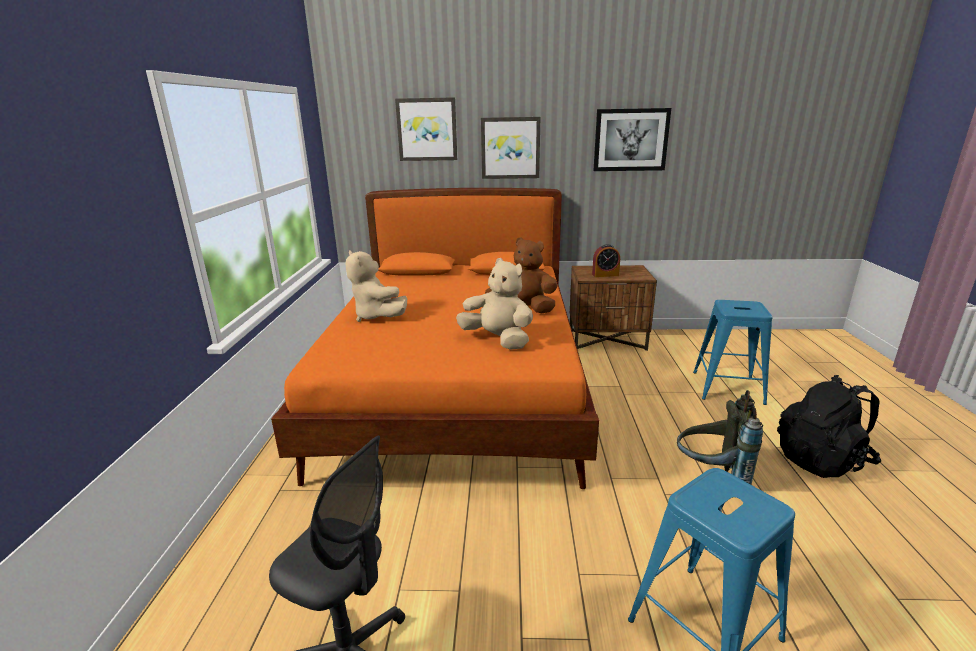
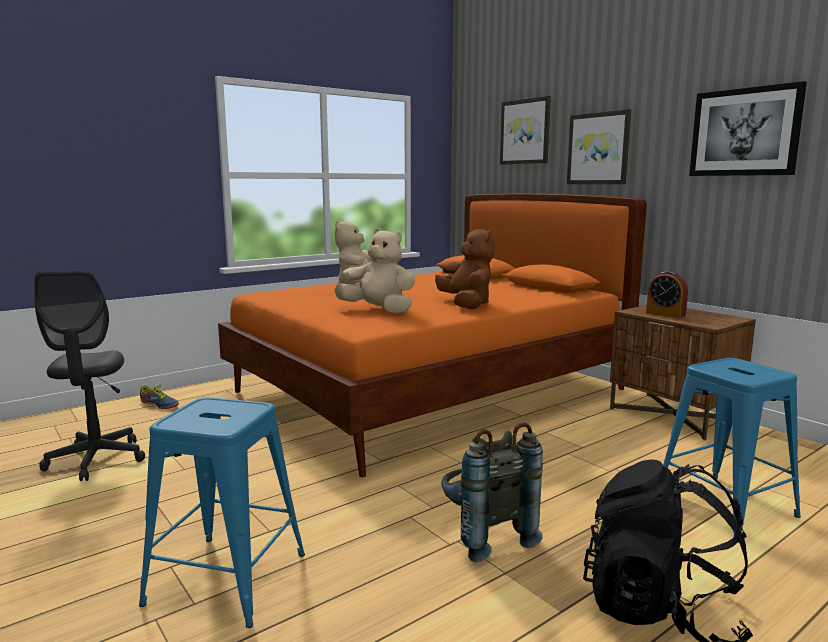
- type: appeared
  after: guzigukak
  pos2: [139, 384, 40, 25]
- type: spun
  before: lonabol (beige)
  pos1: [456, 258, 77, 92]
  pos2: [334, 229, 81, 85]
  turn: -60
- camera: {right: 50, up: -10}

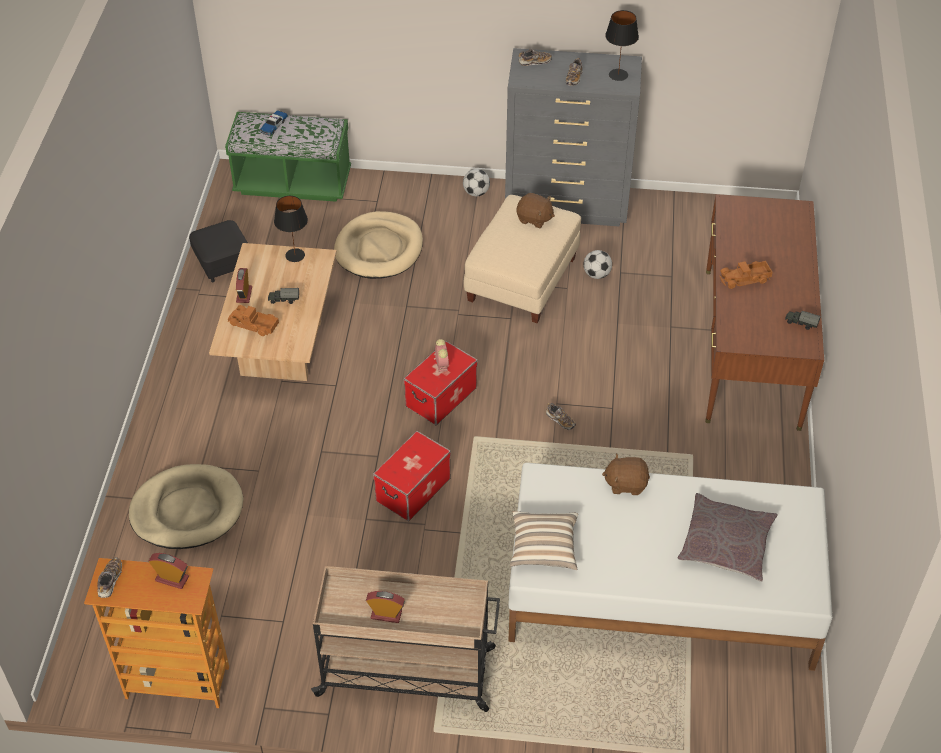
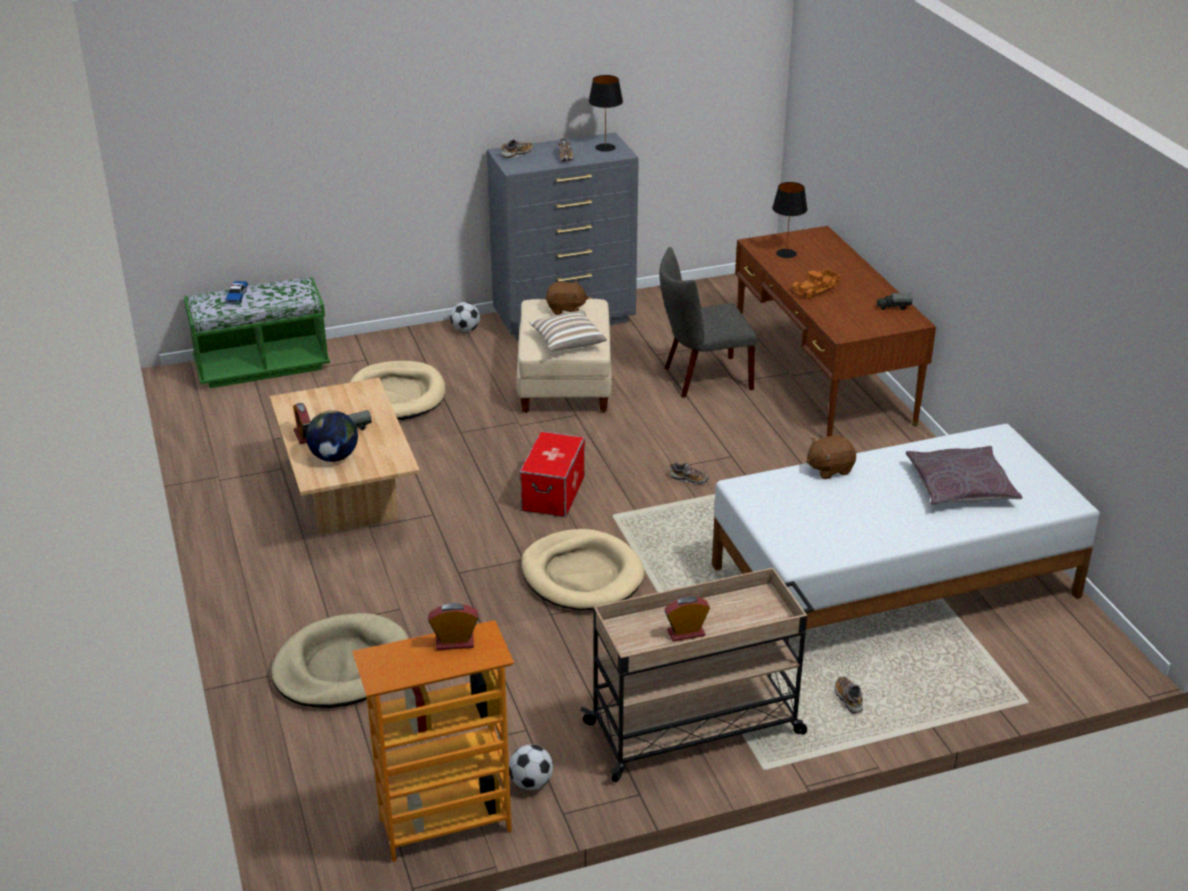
- type: exchanged
  before: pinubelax
  after: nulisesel
  pos1: [228, 305, 51, 31]
  pos2: [306, 410, 52, 52]
- type: relocated
  before: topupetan
  pos1: [583, 250, 29, 29]
  pos2: [509, 745, 44, 45]
- type: exchanged
  before: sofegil
  after: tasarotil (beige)
  pos1: [373, 431, 78, 90]
  pos2: [521, 529, 123, 81]
- type: relocated
  before: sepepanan
  pos1: [510, 511, 68, 59]
  pos2: [530, 311, 77, 40]
- type: appeared
  after: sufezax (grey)
  pos2: [659, 247, 98, 151]
- type: relocated
  before: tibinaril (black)
  pos1: [274, 196, 34, 66]
  pos2: [772, 182, 36, 76]
- type: relocated
  before: guzigukak
  pos1: [97, 557, 25, 41]
  pos2: [835, 676, 28, 38]
- type: missing
  before: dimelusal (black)
  pos1: [189, 220, 59, 62]
- type: missing
  before: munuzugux
  pos1: [434, 339, 15, 33]
- camera: {right: -25, up: -15}

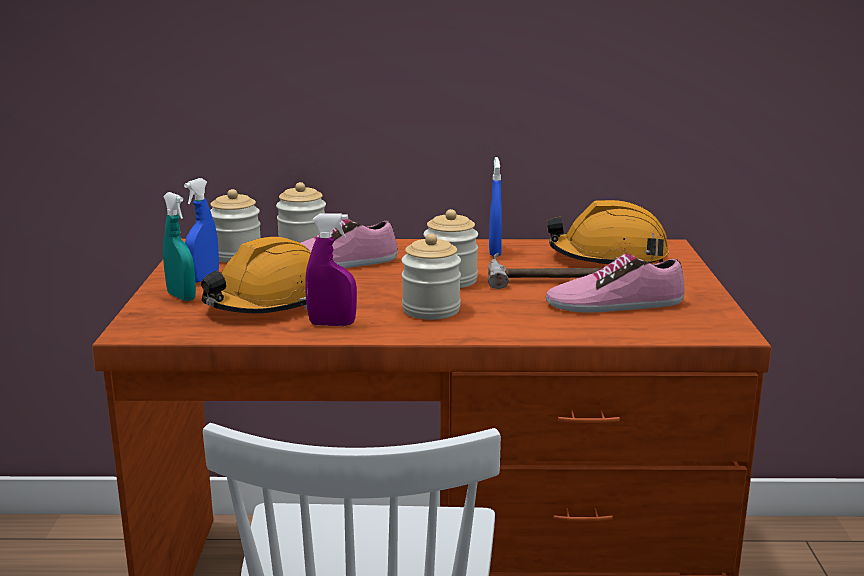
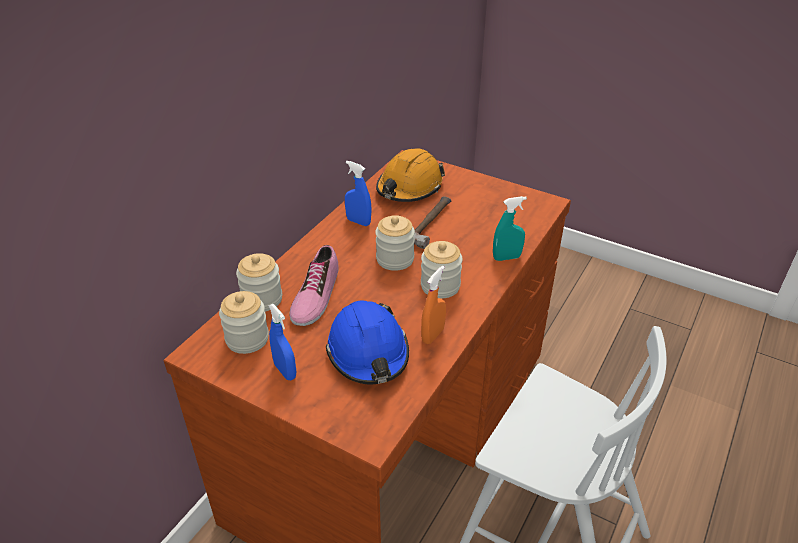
- type: colour
  before: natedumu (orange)
  after: natedumu (blue)
  pos1: [201, 237, 110, 76]
  pos2: [326, 300, 83, 84]
- type: colour
  before: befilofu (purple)
  after: befilofu (orange)
  pos1: [305, 213, 52, 113]
  pos2: [421, 266, 25, 78]
- type: relocated
  before: befilofu (turquoise)
  pos1: [163, 192, 33, 109]
  pos2: [493, 196, 34, 65]
- type: missing
  before: guzigukak
  pos1: [546, 253, 139, 60]
- camera: {right: -60, up: 20}

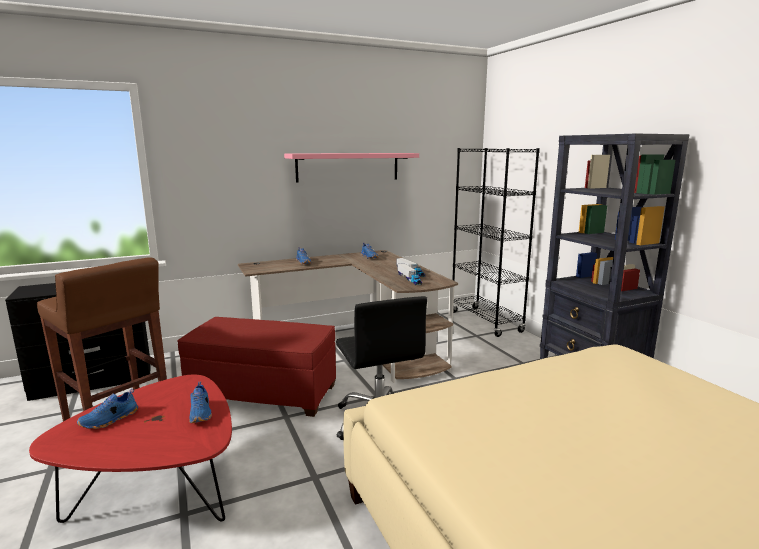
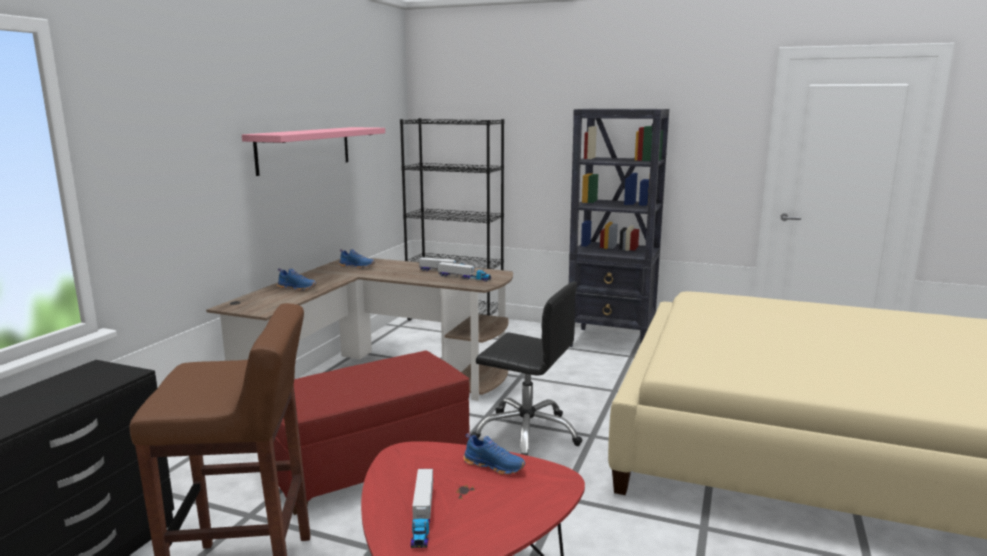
- type: exchanged
  before: guzigukak (blue)
  after: pinubelax
  pos1: [77, 389, 61, 40]
  pos2: [411, 469, 22, 79]
- camera: {right: -45, up: 0}

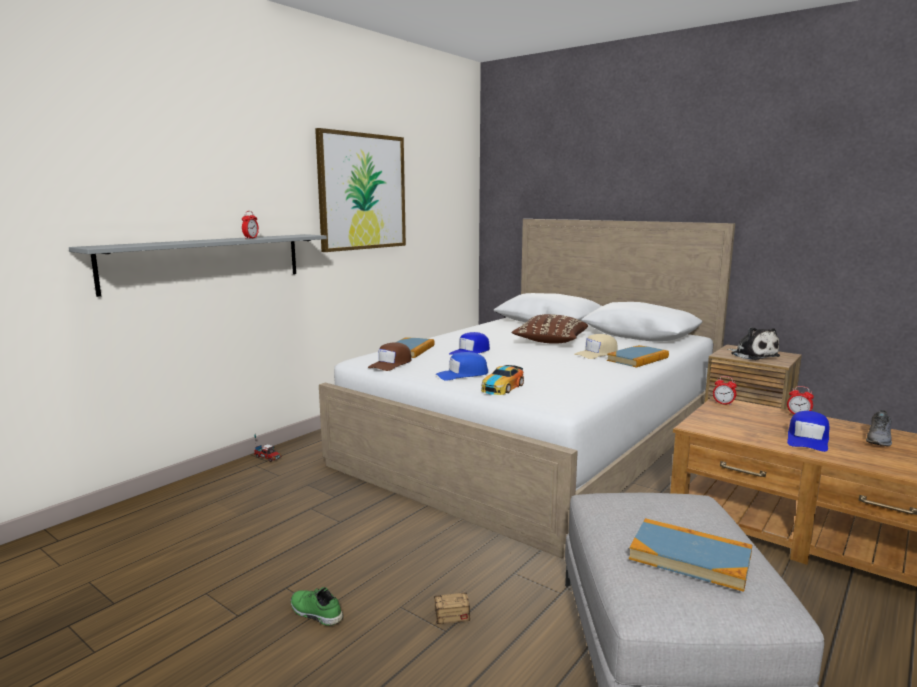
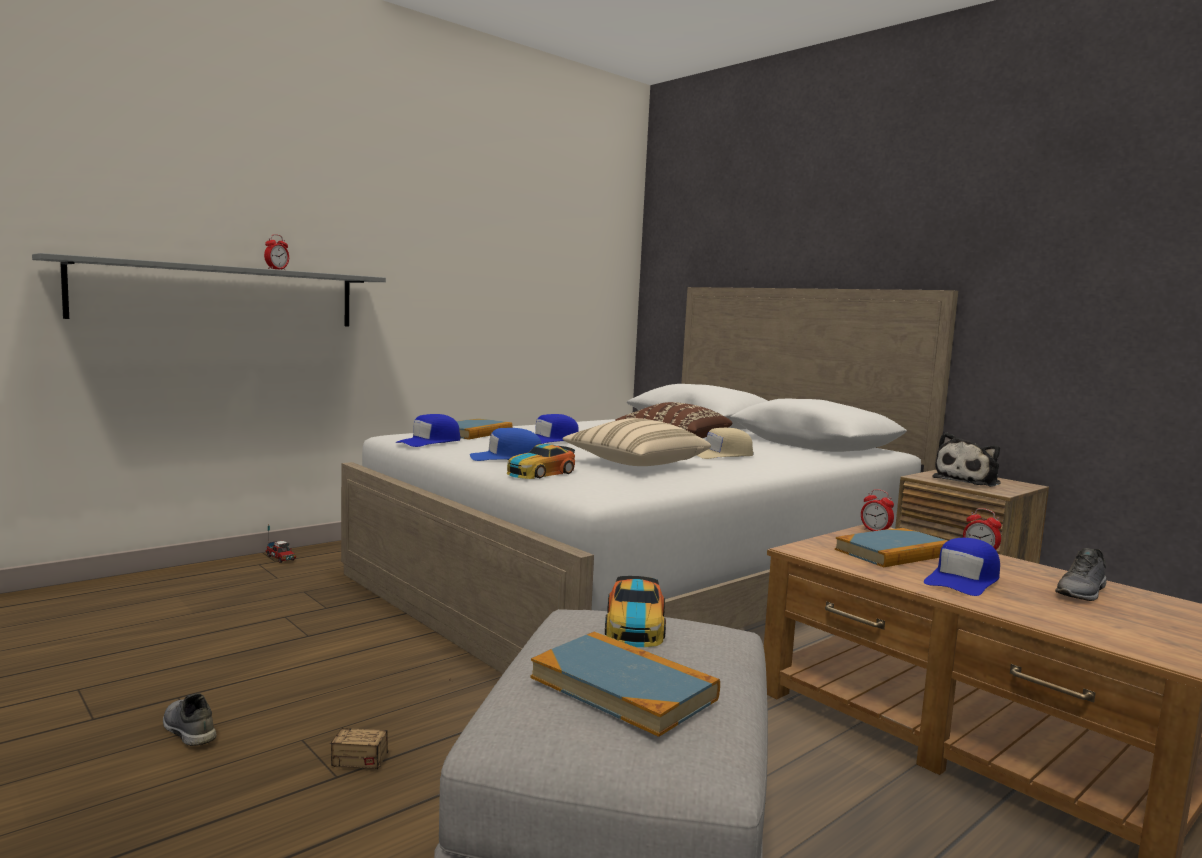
- type: colour
  before: guzigukak (green)
  after: guzigukak (grey)
  pos1: [291, 587, 52, 39]
  pos2: [163, 693, 54, 53]
- type: colour
  before: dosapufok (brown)
  after: dosapufok (blue)
  pos1: [368, 342, 43, 29]
  pos2: [395, 414, 66, 33]
- type: appeared
  after: sepepanan (beige)
  pos2: [563, 418, 148, 48]
- type: appeared
  after: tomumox
  pos2: [605, 576, 61, 71]
- type: relocated
  before: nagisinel
  pos1: [607, 345, 62, 23]
  pos2: [835, 528, 113, 39]
- type: spun
  before: lonabol
  pos1: [727, 327, 53, 33]
  pos2: [932, 432, 69, 55]
  turn: 60
- type: missing
  before: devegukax
  pos1: [315, 128, 91, 124]
- camera: {right: 10, up: -5}

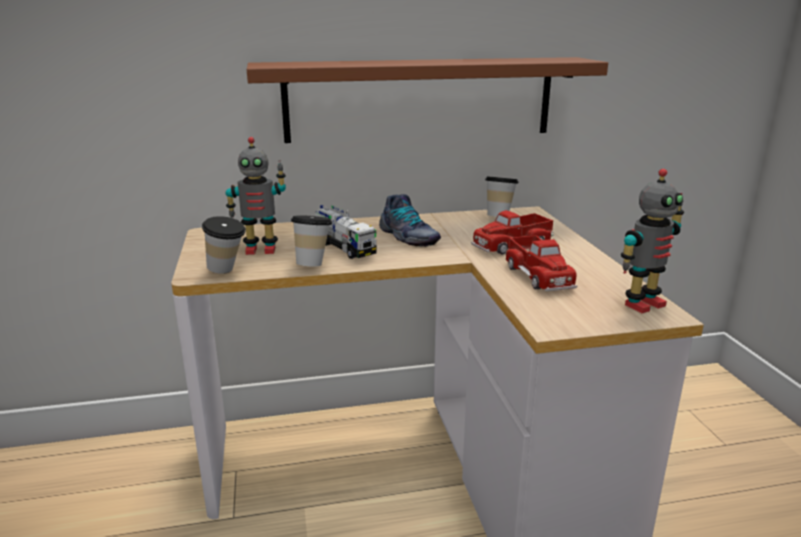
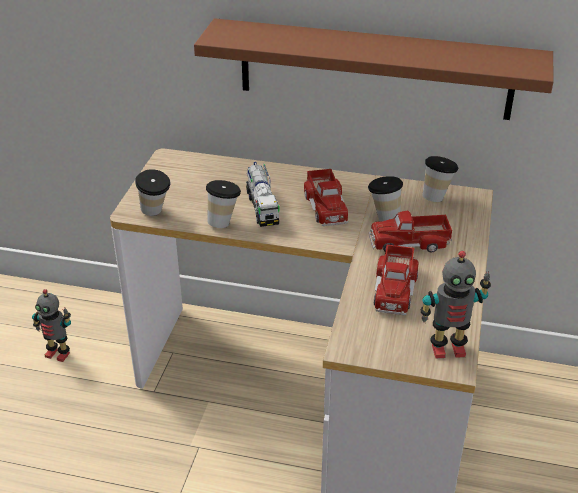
- type: relocated
  before: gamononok
  pos1: [226, 137, 60, 118]
  pos2: [32, 289, 39, 73]
- type: exchanged
  before: guzigukak
  after: pinubelax
  pos1: [379, 194, 62, 53]
  pos2: [304, 169, 44, 57]
- type: appeared
  after: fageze
  pos2: [368, 176, 35, 45]
- camera: {right: 25, up: 15}

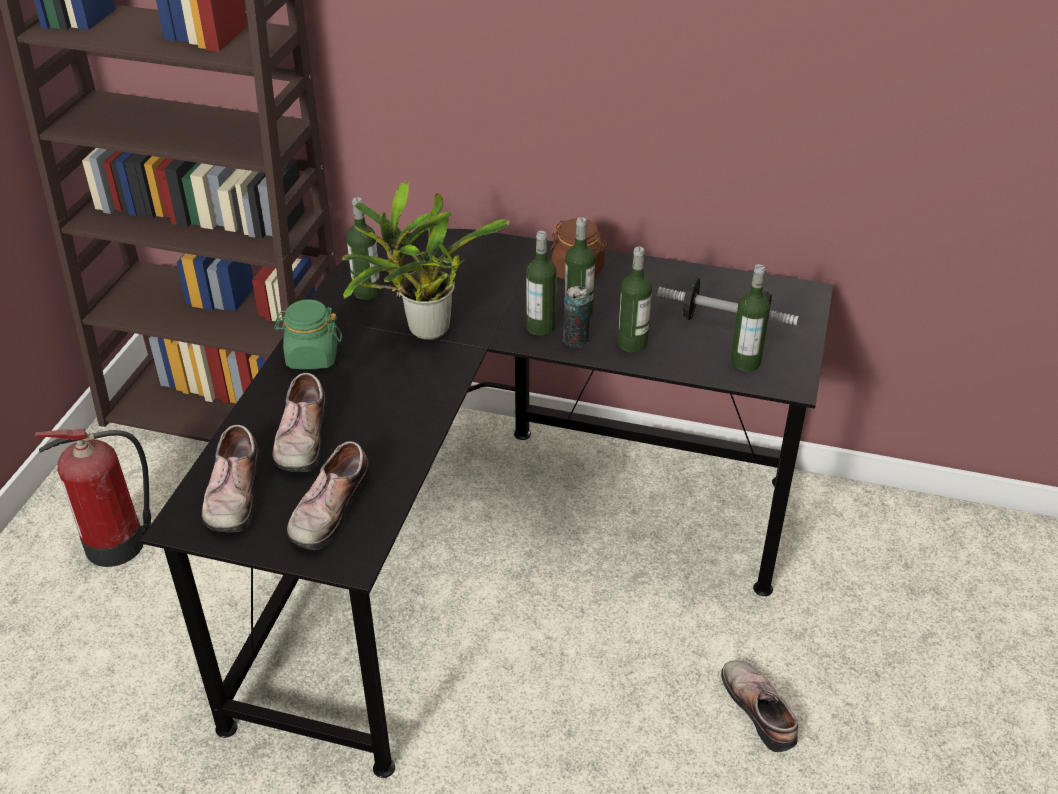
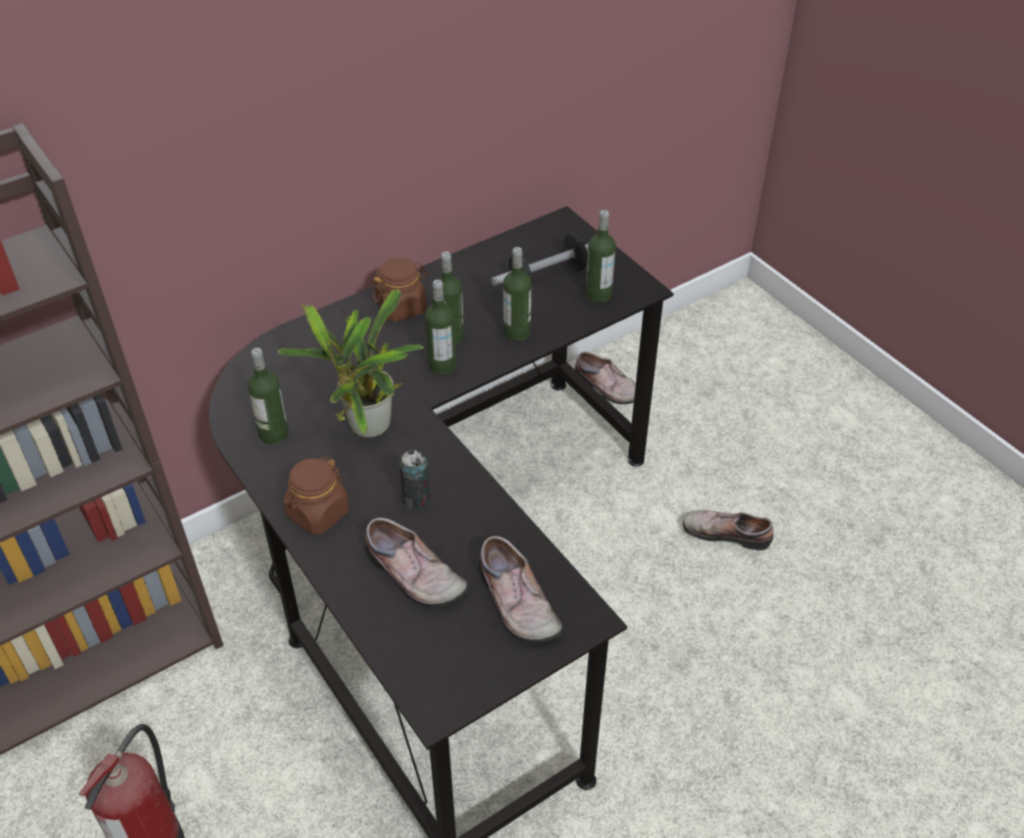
- type: colour
  before: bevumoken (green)
  after: bevumoken (brown)
  pos1: [274, 299, 68, 70]
  pos2: [284, 456, 65, 79]
- type: relocated
  before: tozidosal
  pos1: [563, 286, 28, 61]
  pos2: [399, 450, 31, 60]
- type: relocated
  before: guzigukak
  pos1: [201, 425, 60, 107]
  pos2: [575, 351, 61, 53]
- camera: {right: -50, up: 5}

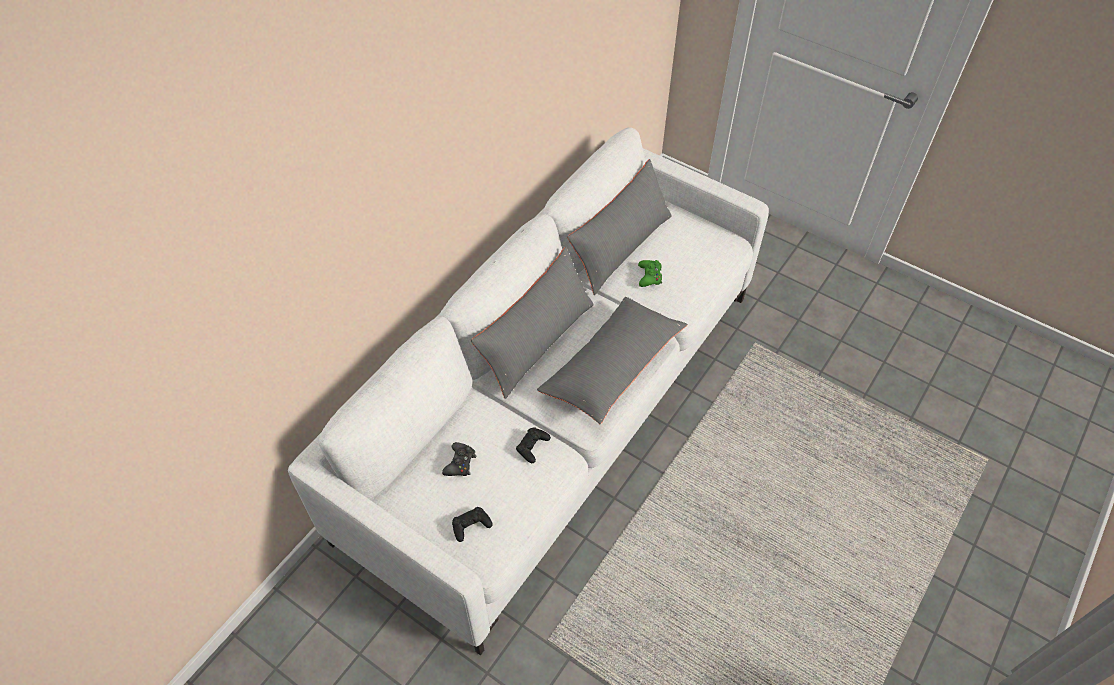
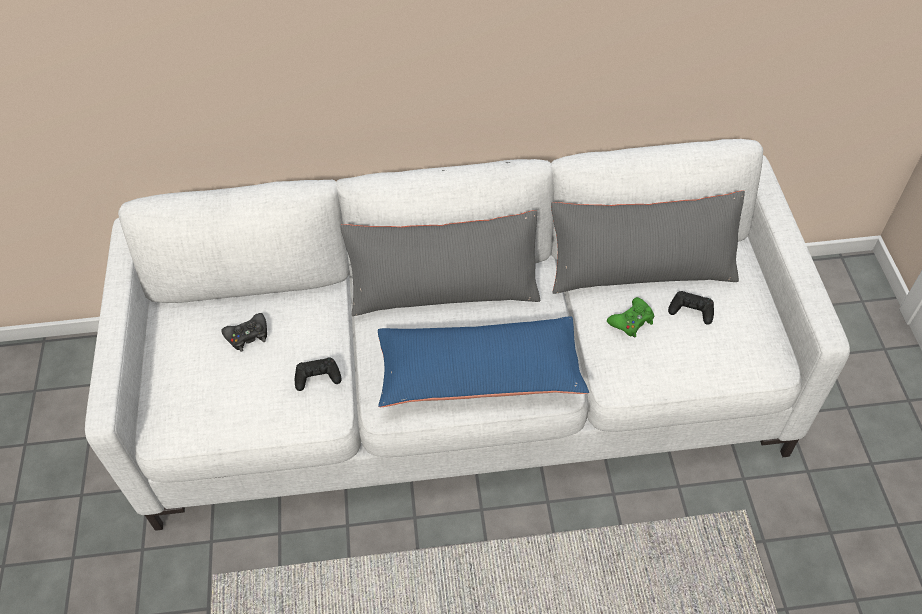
- type: colour
  before: sepepanan (grey)
  after: sepepanan (blue)
  pos1: [537, 297, 151, 128]
  pos2: [378, 316, 211, 91]
- type: relocated
  before: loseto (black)
  pos1: [452, 507, 41, 35]
  pos2: [668, 291, 46, 34]
- camera: {right: 50, up: 0}

